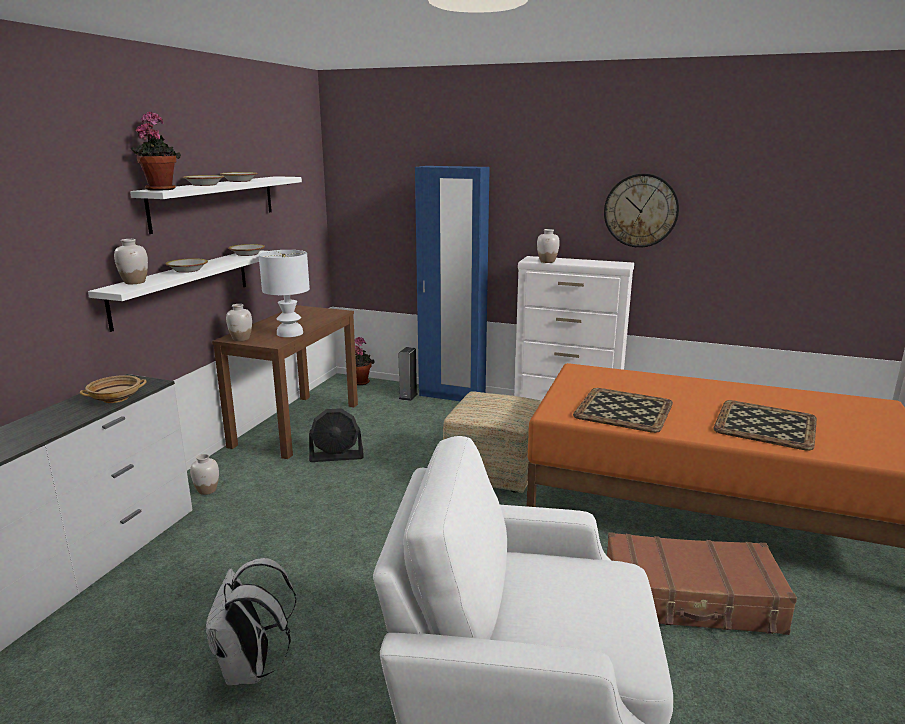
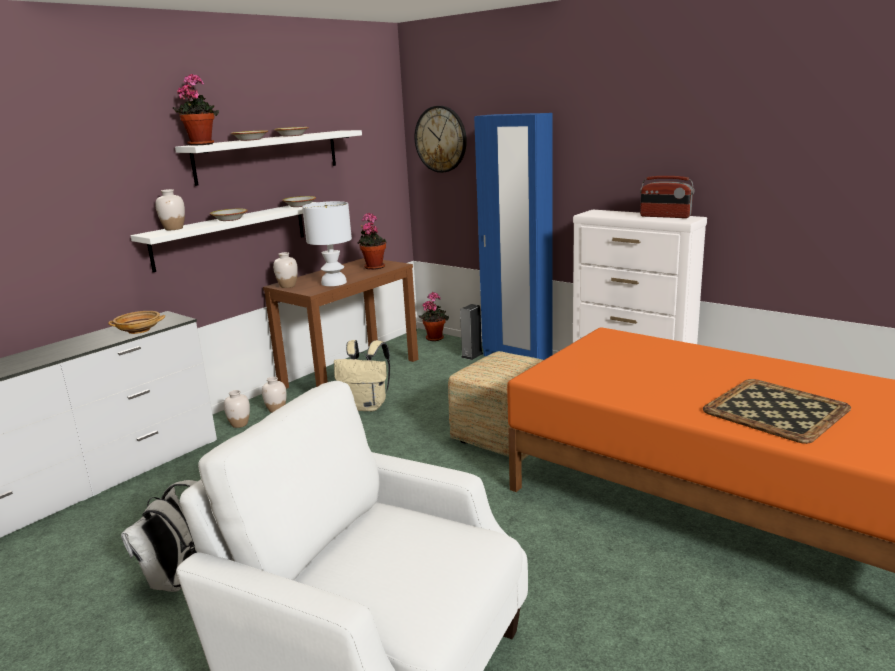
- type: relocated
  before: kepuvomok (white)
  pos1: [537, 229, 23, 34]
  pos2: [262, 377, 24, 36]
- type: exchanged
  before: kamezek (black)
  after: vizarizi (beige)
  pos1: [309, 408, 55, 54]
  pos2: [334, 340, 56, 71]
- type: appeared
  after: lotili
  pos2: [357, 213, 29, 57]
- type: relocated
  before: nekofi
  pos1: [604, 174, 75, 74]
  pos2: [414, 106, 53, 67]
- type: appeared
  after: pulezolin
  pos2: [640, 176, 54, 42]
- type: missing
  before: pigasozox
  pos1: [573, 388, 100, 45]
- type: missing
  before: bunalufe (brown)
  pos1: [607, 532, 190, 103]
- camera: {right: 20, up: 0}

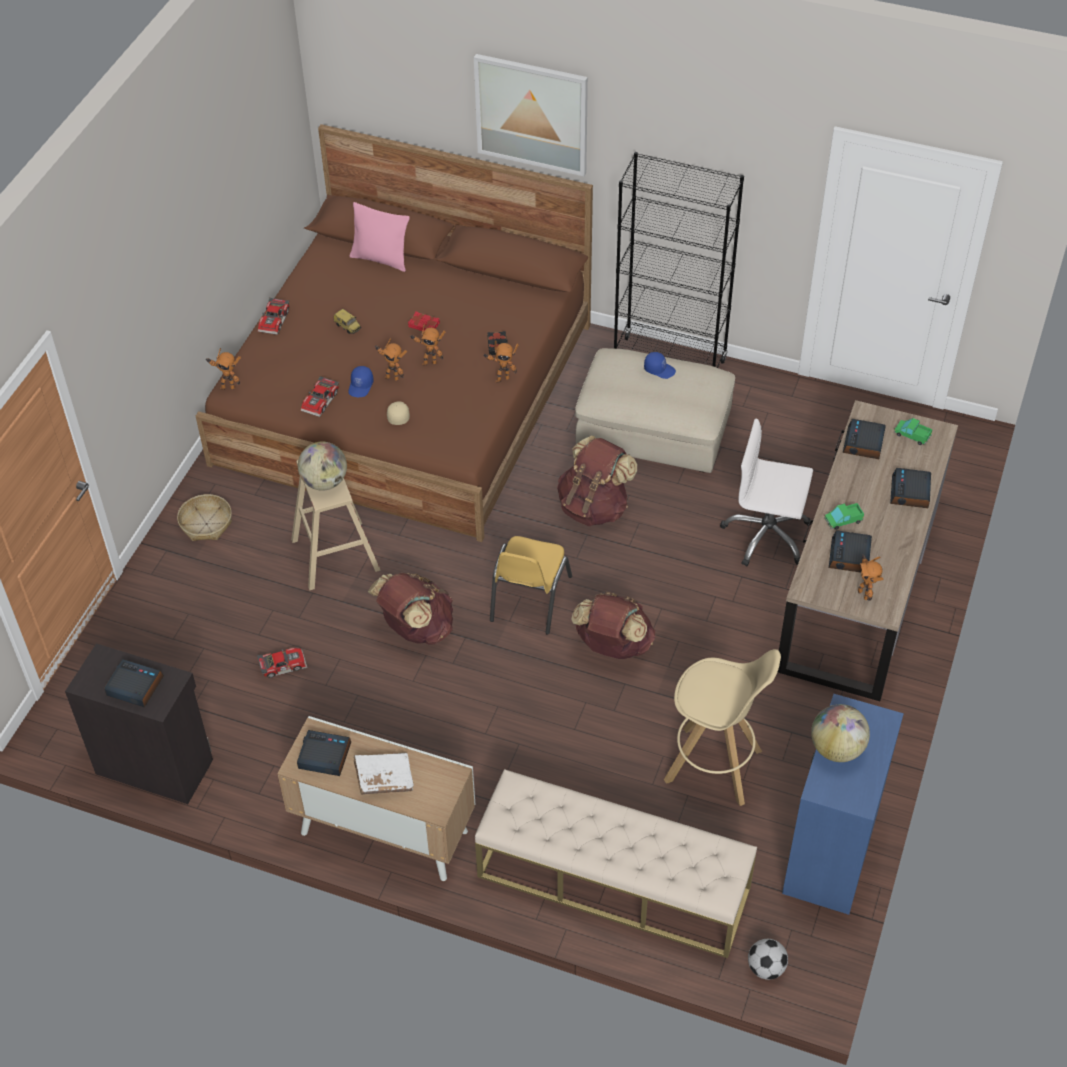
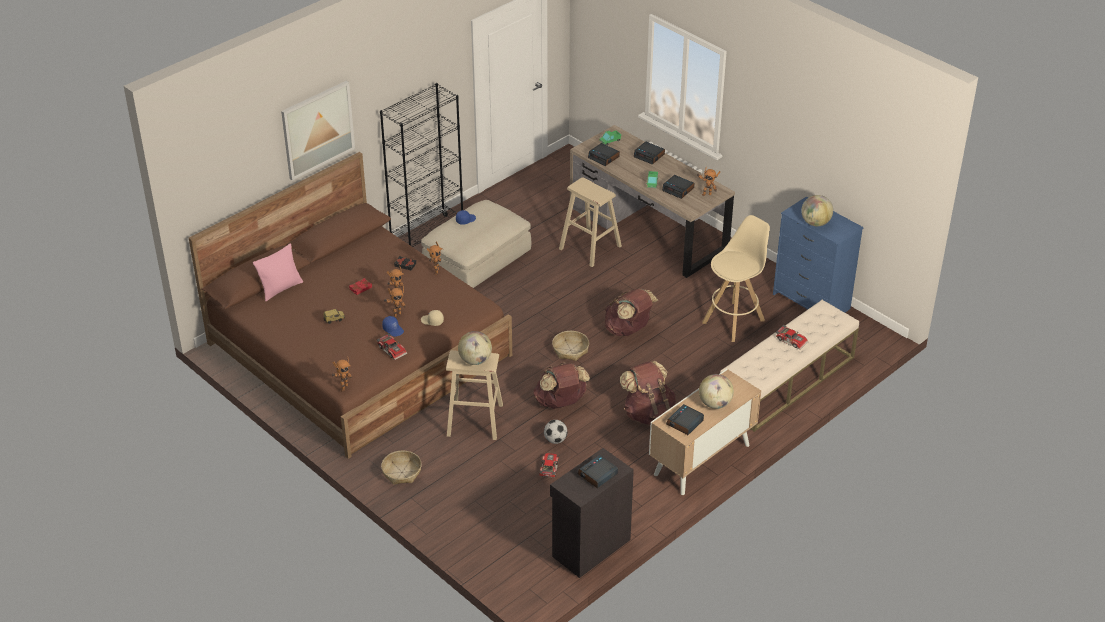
- type: relocated
  before: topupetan
  pos1: [748, 939, 40, 41]
  pos2: [544, 420, 23, 24]
- type: exchanged
  before: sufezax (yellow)
  after: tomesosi
  pos1: [490, 536, 82, 99]
  pos2: [552, 331, 37, 30]
- type: exchanged
  before: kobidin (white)
  after: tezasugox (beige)
  pos1: [720, 419, 93, 147]
  pos2: [559, 178, 63, 89]
- type: relocated
  before: vizarizi (brown)
  pos1: [557, 435, 80, 91]
  pos2: [620, 361, 56, 64]
- type: exchanged
  before: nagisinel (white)
  after: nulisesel
  pos1: [354, 752, 60, 43]
  pos2: [699, 374, 35, 35]
- type: relocated
  before: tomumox
  pos1: [258, 298, 32, 37]
  pos2: [775, 325, 33, 25]
- camera: {right: -65, up: -10}

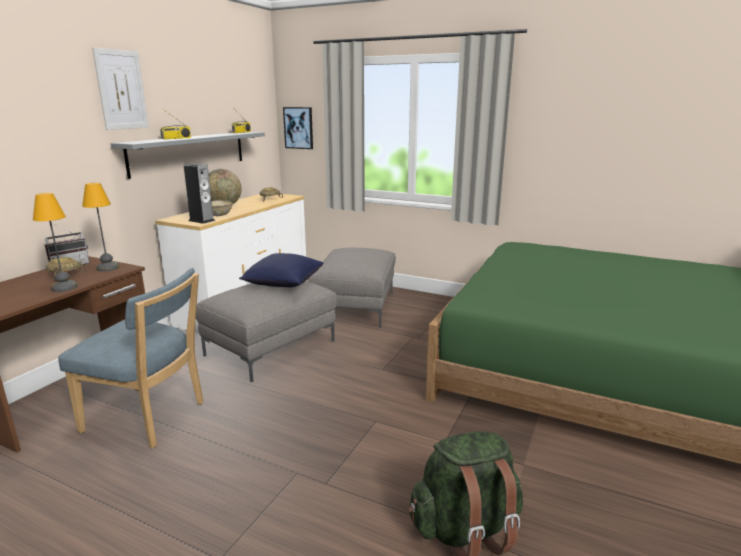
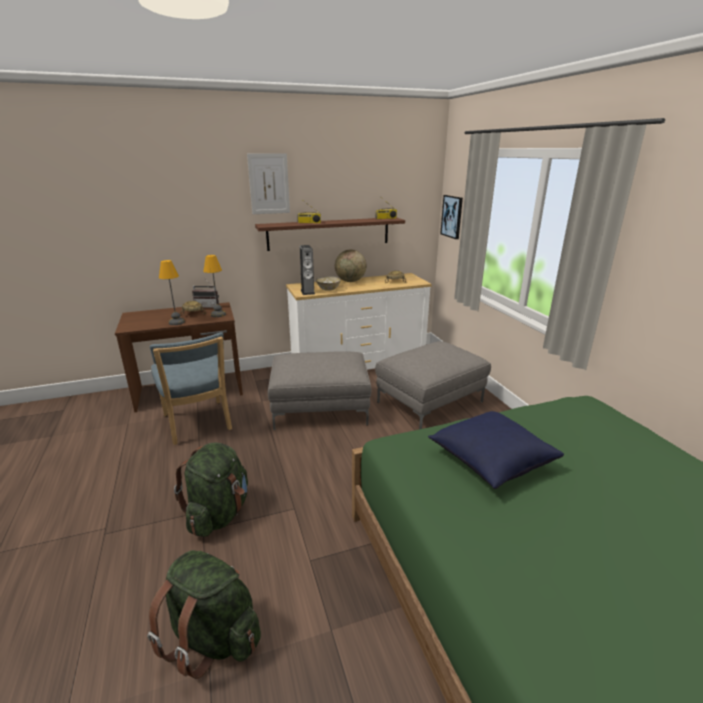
- type: appeared
  after: vizarizi (green)
  pos2: [174, 443, 74, 94]
- type: colour
  before: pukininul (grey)
  after: pukininul (brown)
  pos1: [110, 132, 155, 47]
  pos2: [255, 218, 150, 33]
- type: relocated
  before: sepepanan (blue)
  pos1: [239, 253, 84, 35]
  pos2: [428, 411, 136, 78]
- camera: {right: 45, up: 5}

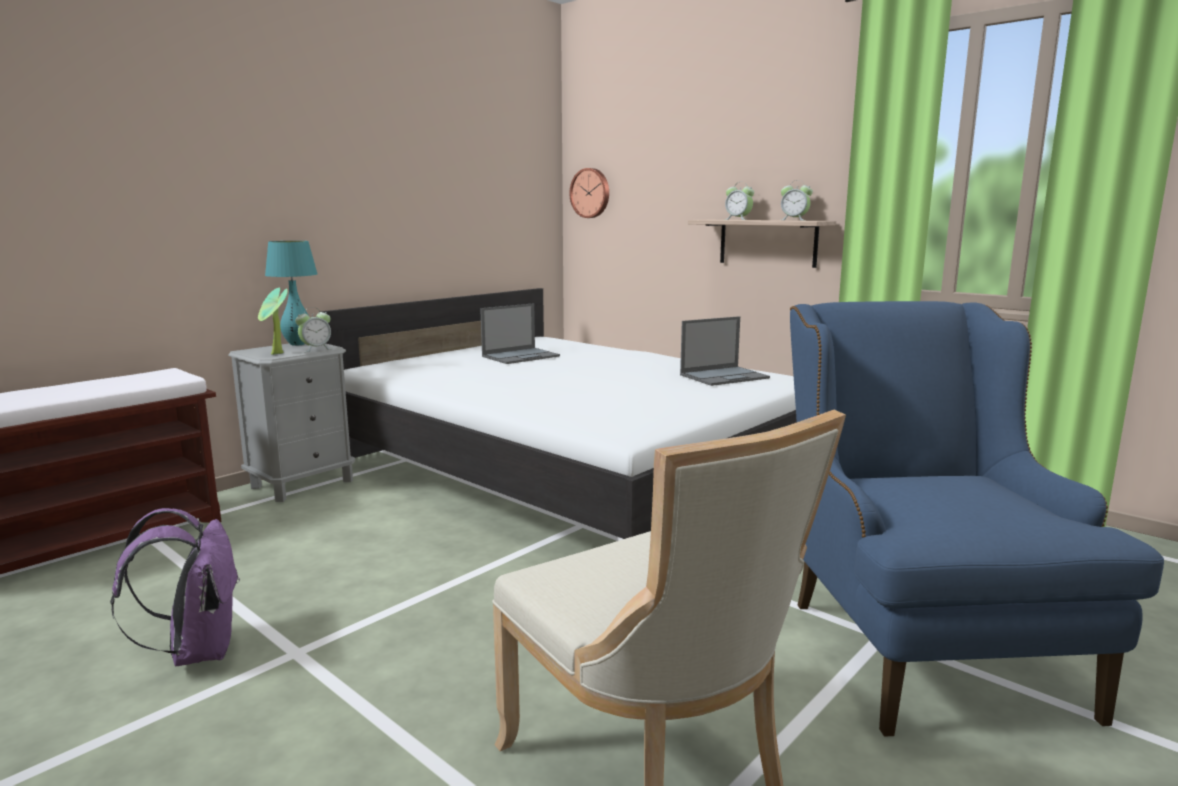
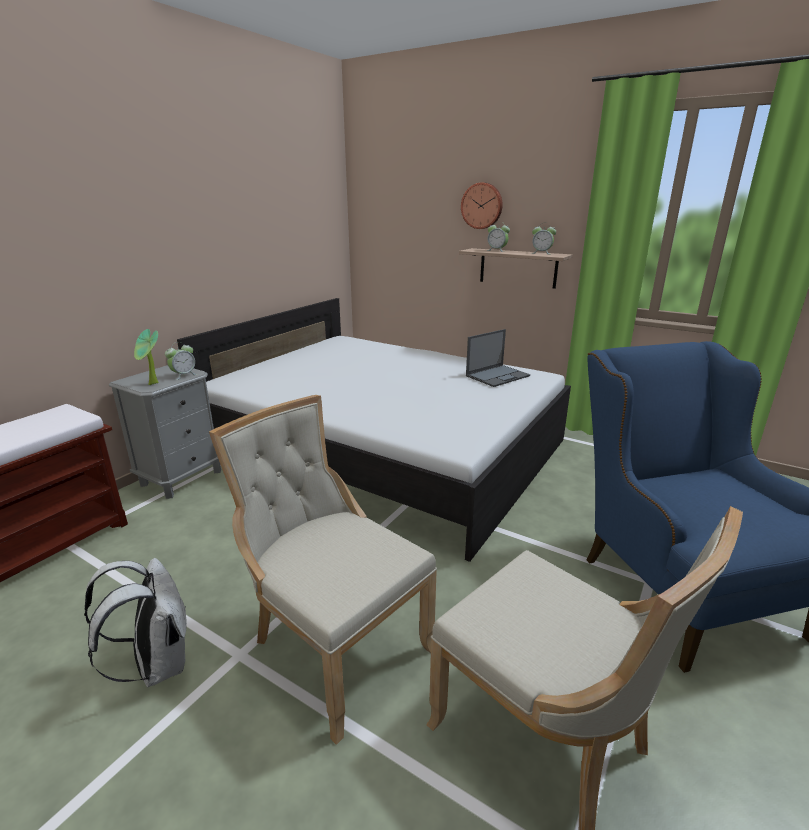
- type: colour
  before: vizarizi (purple)
  after: vizarizi (white)
  pos1: [110, 508, 130, 158]
  pos2: [84, 558, 103, 129]
- type: appeared
  after: sufezax (beige)
  pos2: [209, 395, 228, 350]
- type: relocated
  before: nekofi
  pos1: [569, 168, 40, 50]
  pos2: [461, 182, 42, 47]
- type: missing
  before: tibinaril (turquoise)
  pos1: [265, 241, 53, 105]
- type: missing
  before: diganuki
  pos1: [480, 303, 80, 61]
- camera: {right: -10, up: 10}

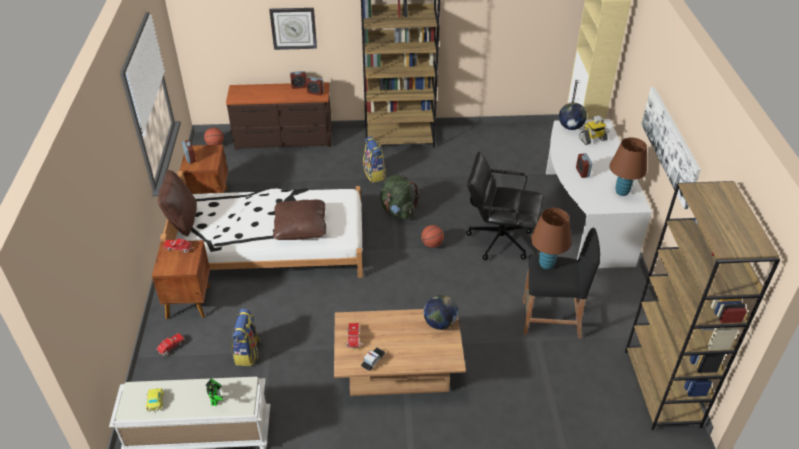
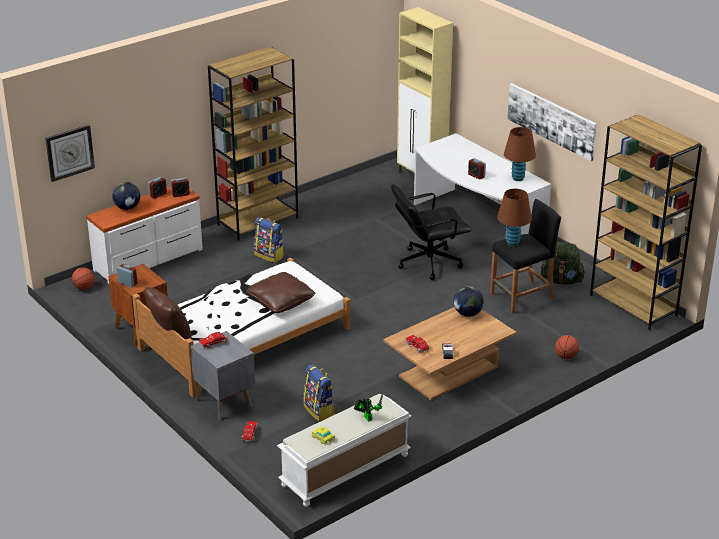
- type: relocated
  before: nekofi
  pos1: [269, 8, 48, 42]
  pos2: [45, 125, 50, 57]
- type: colour
  before: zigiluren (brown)
  after: zigiluren (white)
  pos1: [226, 82, 106, 68]
  pos2: [86, 187, 117, 97]
- type: relocated
  before: nulisesel
  pos1: [559, 102, 28, 28]
  pos2: [112, 182, 28, 28]
- type: colour
  before: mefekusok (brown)
  after: mefekusok (grey)
  pos1: [152, 240, 58, 79]
  pos2: [190, 331, 65, 90]
- type: relocated
  before: vizarizi (green)
  pos1: [380, 174, 39, 46]
  pos2: [541, 242, 45, 43]
- type: relocated
  before: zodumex
  pos1: [421, 225, 23, 23]
  pos2: [555, 335, 24, 24]
- type: missing
  before: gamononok
  pos1: [579, 115, 31, 30]
- camera: {right: -35, up: -10}

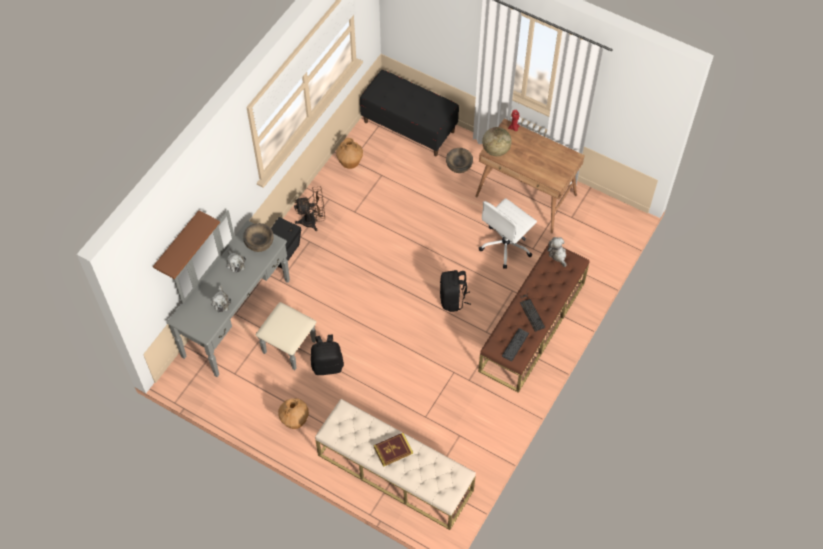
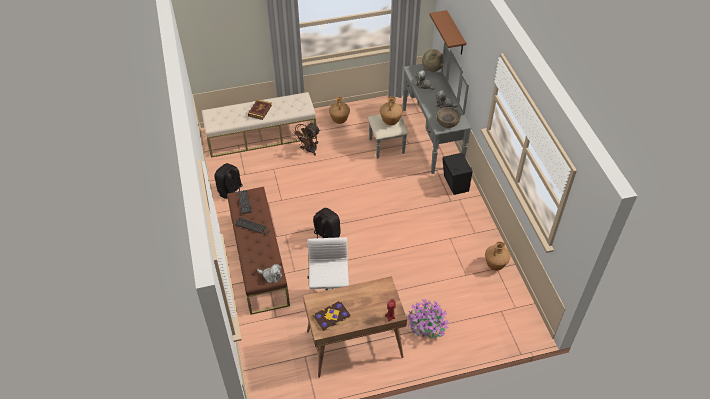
- type: relocated
  before: vizarizi (black)
  pos1: [311, 335, 33, 40]
  pos2: [215, 163, 28, 36]
- type: relocated
  before: kamezek (brown)
  pos1: [294, 187, 31, 44]
  pos2: [292, 123, 28, 33]
- type: appeared
  after: nagisinel
  pos2: [313, 300, 38, 31]
- type: appeared
  after: kepuvomok (brown)
  pos2: [380, 96, 23, 29]
- type: exchanged
  before: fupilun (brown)
  after: lotili
  pos1: [446, 148, 27, 25]
  pos2: [407, 299, 43, 40]
- type: relocated
  before: nulisesel
  pos1: [482, 127, 30, 29]
  pos2: [422, 49, 21, 23]
- type: missing
  before: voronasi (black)
  pos1: [360, 70, 99, 86]
- camera: {right: 135, up: -10}

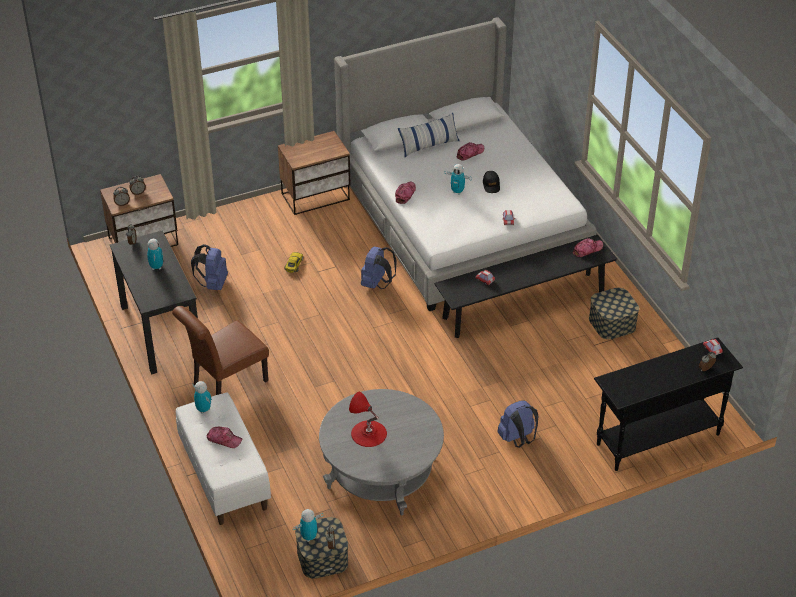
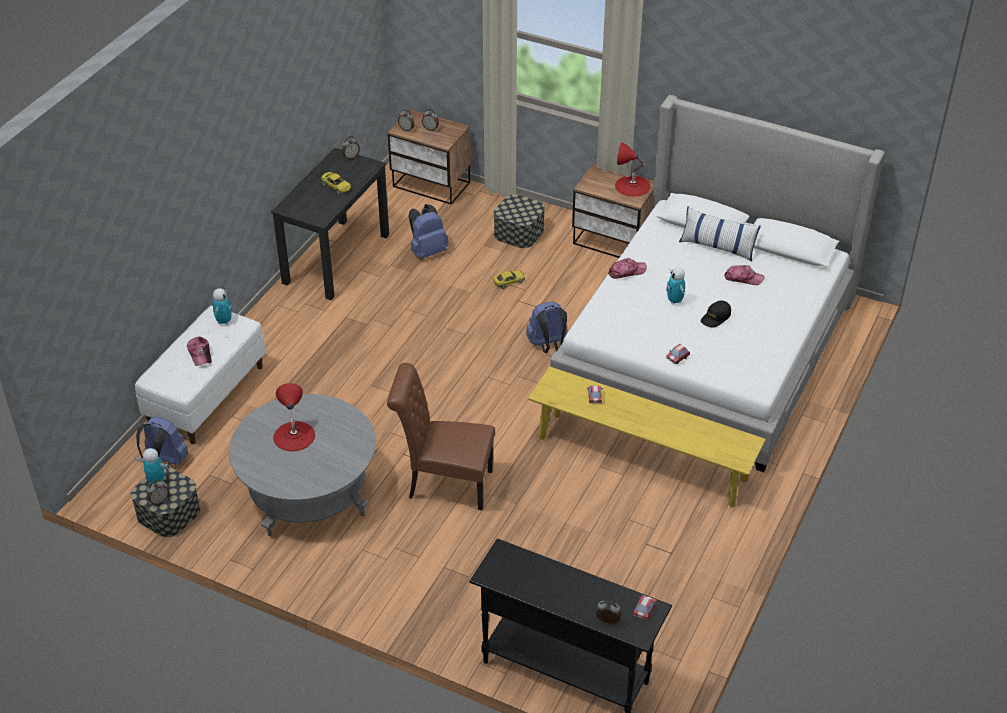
- type: relocated
  before: vizarizi (blue)
  pos1: [497, 400, 41, 48]
  pos2: [136, 417, 52, 50]
- type: exchanged
  before: gamononok
  after: tomumox (yellow)
  pos1: [147, 239, 16, 31]
  pos2: [321, 172, 30, 22]
- type: relocated
  before: sufezax (brown)
  pos1: [172, 306, 97, 89]
  pos2: [387, 363, 108, 147]
- type: relocated
  before: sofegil
  pos1: [589, 288, 50, 51]
  pos2: [493, 194, 52, 54]
- type: colour
  before: voronasi (black)
  after: voronasi (yellow)
  pos1: [434, 235, 183, 103]
  pos2: [528, 366, 238, 141]
- type: appeared
  after: tibinaril (red)
  pos2: [615, 142, 35, 55]
- type: missing
  before: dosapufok
  pos1: [573, 238, 30, 19]
- camera: {right: 50, up: 0}

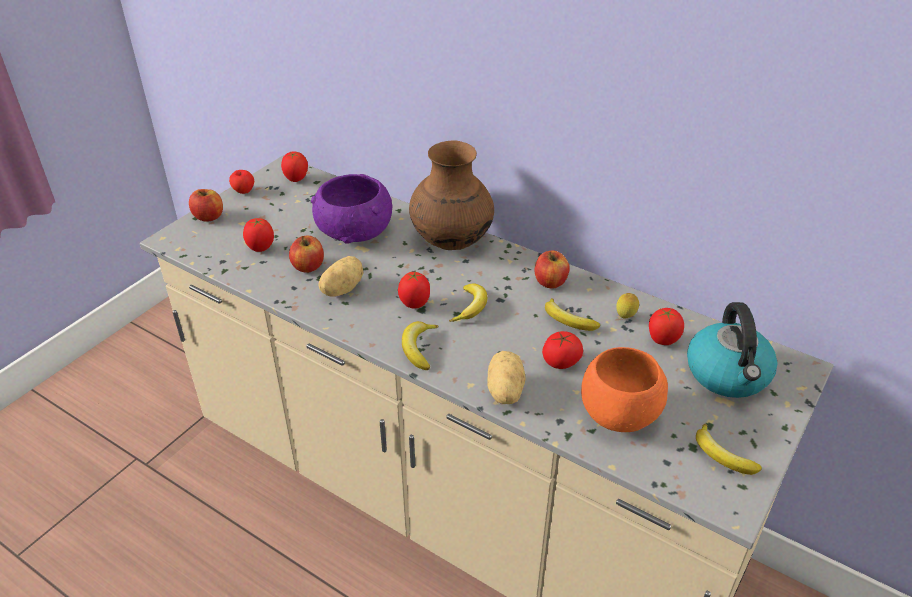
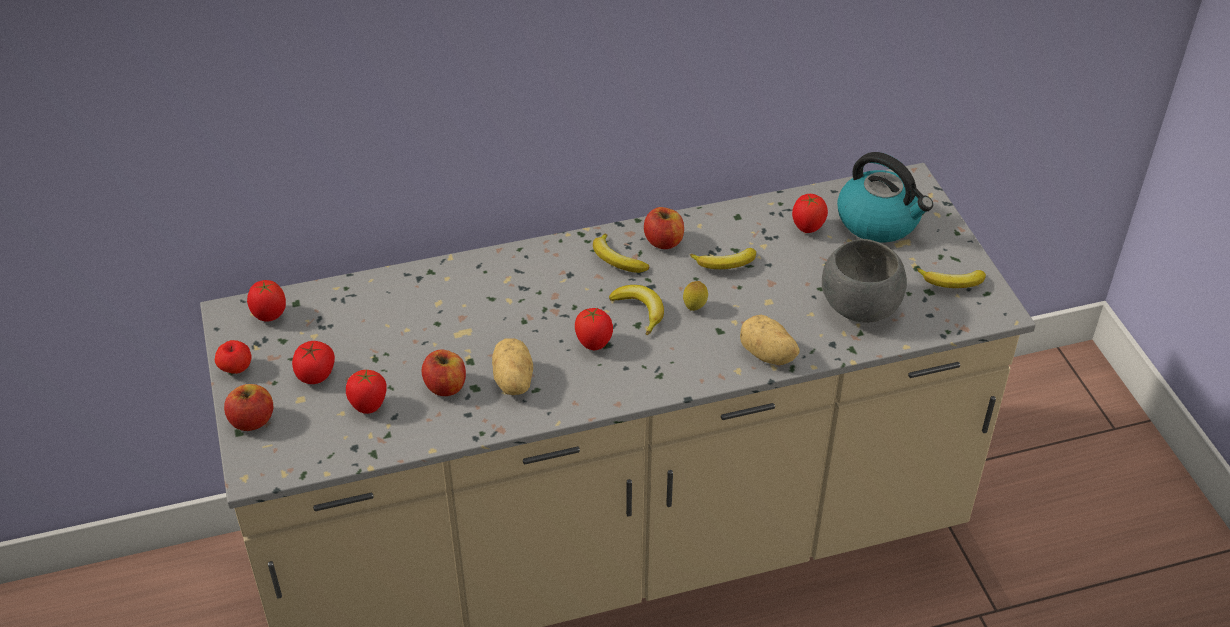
- type: relocated
  before: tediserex
  pos1: [542, 331, 41, 38]
  pos2: [292, 341, 43, 43]
- type: relocated
  before: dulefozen
  pos1: [402, 321, 37, 49]
  pos2: [593, 233, 57, 40]
- type: relocated
  before: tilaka
  pos1: [616, 293, 23, 26]
  pos2: [683, 281, 25, 30]
- type: colour
  before: fupilun (orange)
  after: fupilun (grey)
  pos1: [581, 347, 87, 85]
  pos2: [822, 239, 85, 84]
- type: missing
  before: fupilun (purple)
  pos1: [311, 174, 82, 70]
- type: missing
  before: kepuvomok (brown)
  pos1: [409, 141, 85, 109]
- camera: {right: -50, up: 5}

